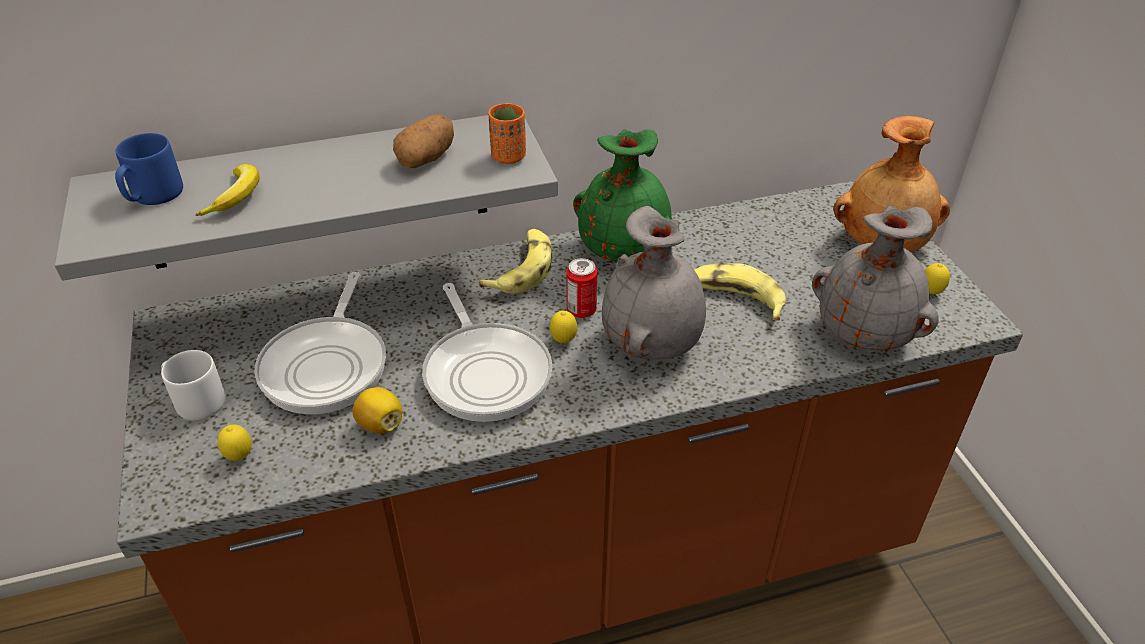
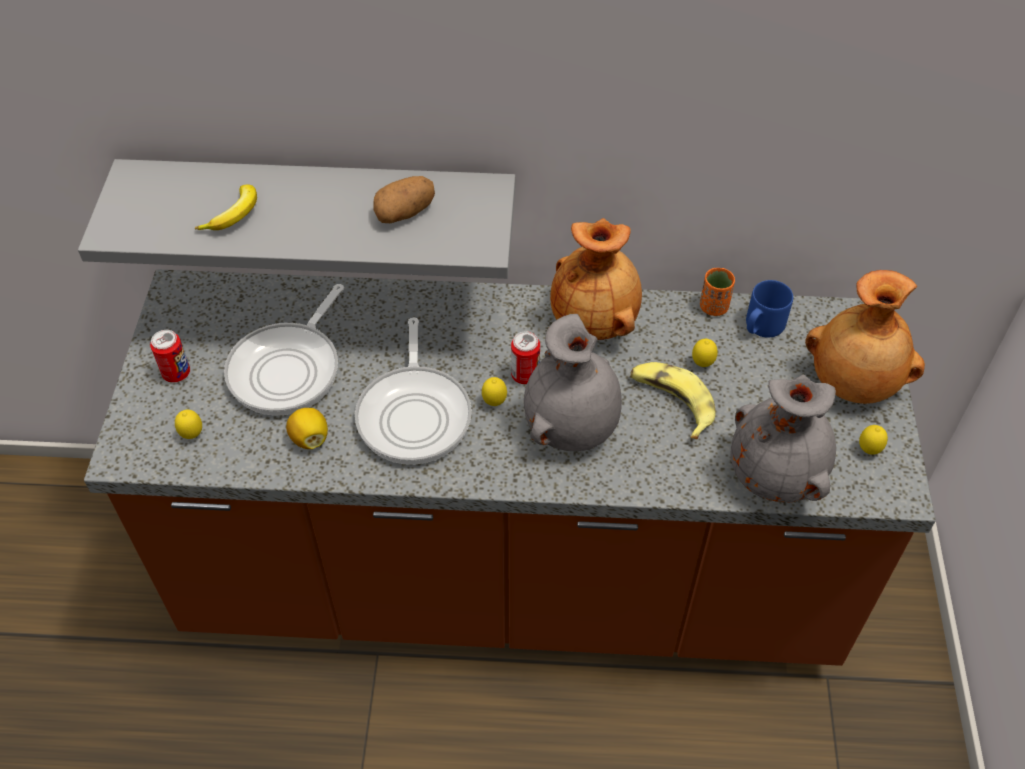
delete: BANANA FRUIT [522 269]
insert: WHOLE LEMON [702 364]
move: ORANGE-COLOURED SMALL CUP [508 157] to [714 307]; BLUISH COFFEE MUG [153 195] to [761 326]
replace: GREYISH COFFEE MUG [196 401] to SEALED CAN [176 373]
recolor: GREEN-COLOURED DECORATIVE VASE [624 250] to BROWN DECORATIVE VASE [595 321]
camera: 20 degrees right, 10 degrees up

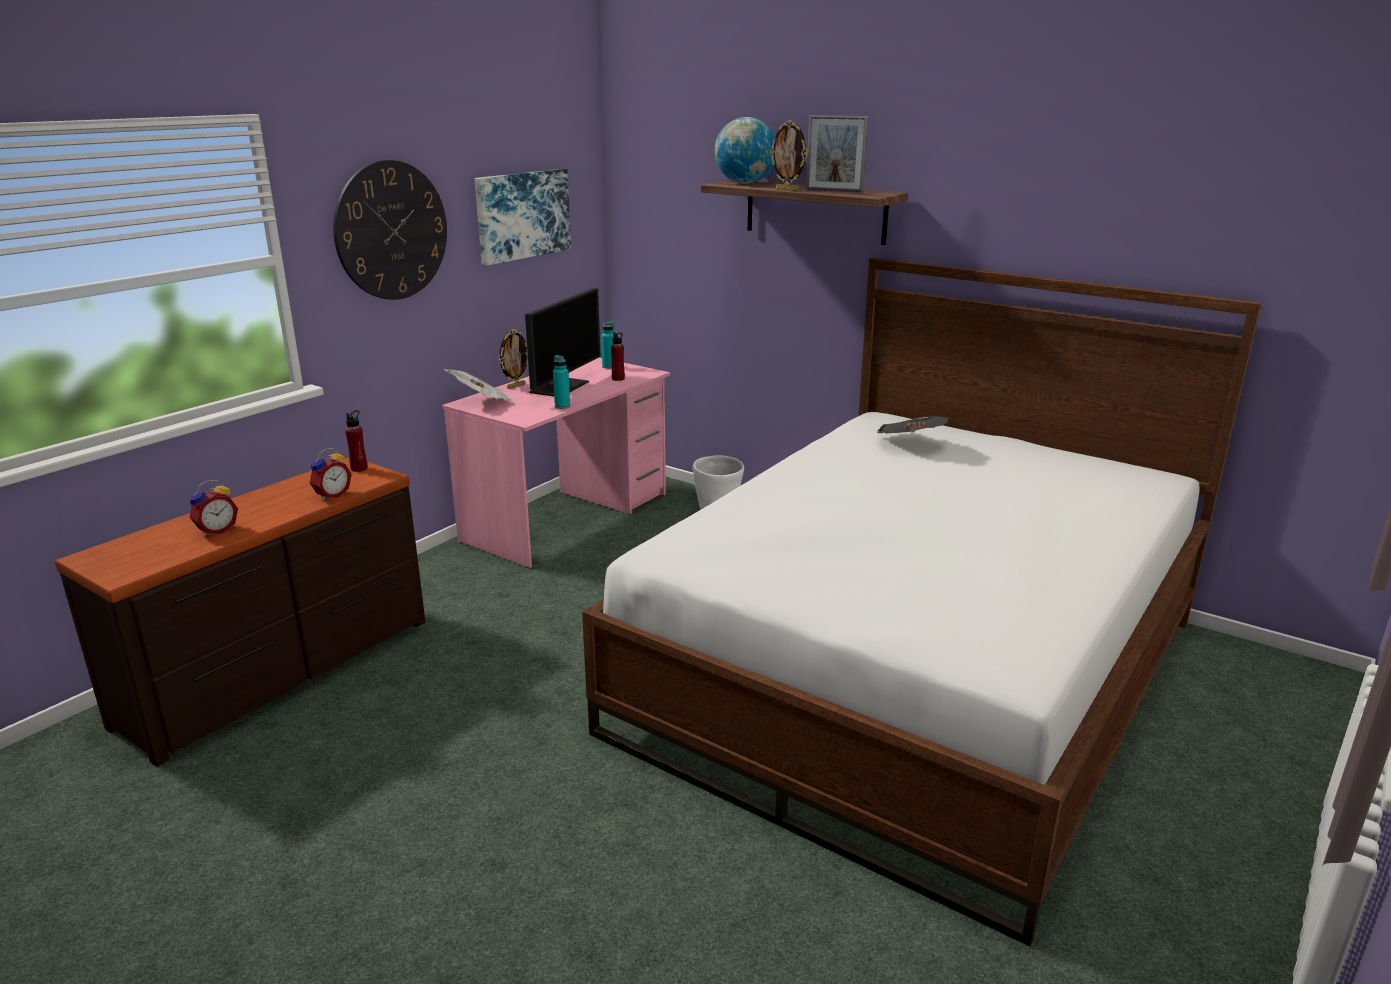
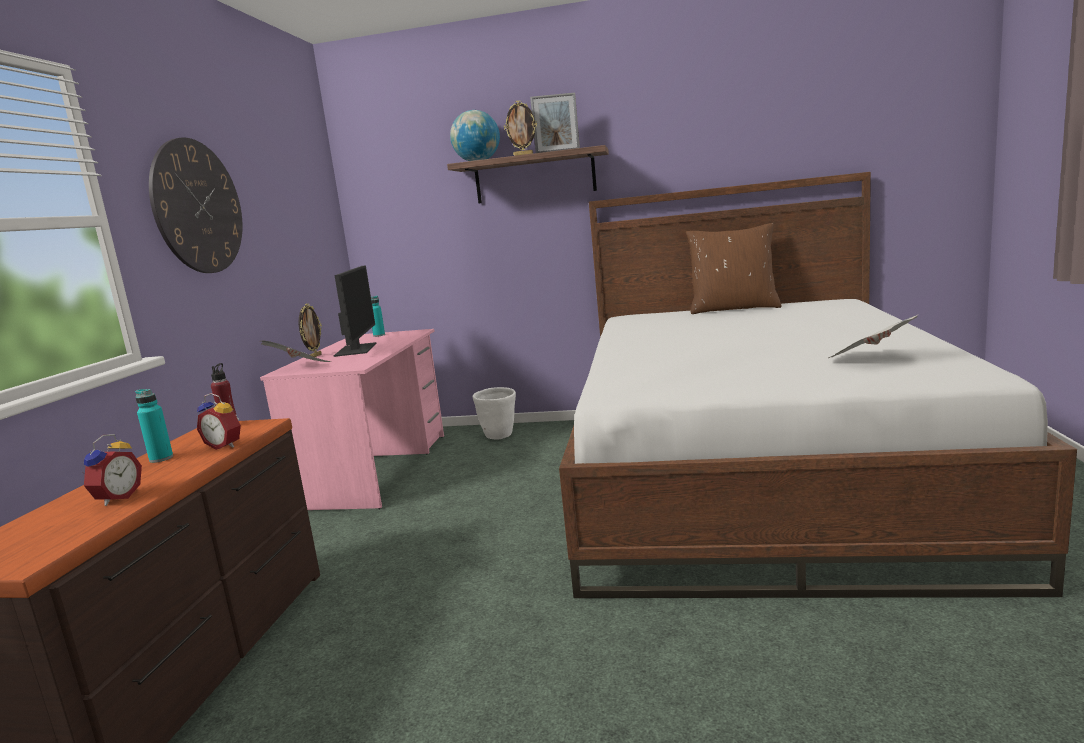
delete: WALL PICTURE [522 215]; REDDISH BOTTLE [618 379]
insert: BROWN THROW PILLOW [733 308]
move: BLUE-GREEN BOTTLE [562 406] to [161 458]; DAILY PAPER [910 444] to [870 360]
rotate: TABLE CLOCK [331 495] = [225 445] 105 degrees clockwise
camera: 25 degrees left, 10 degrees down

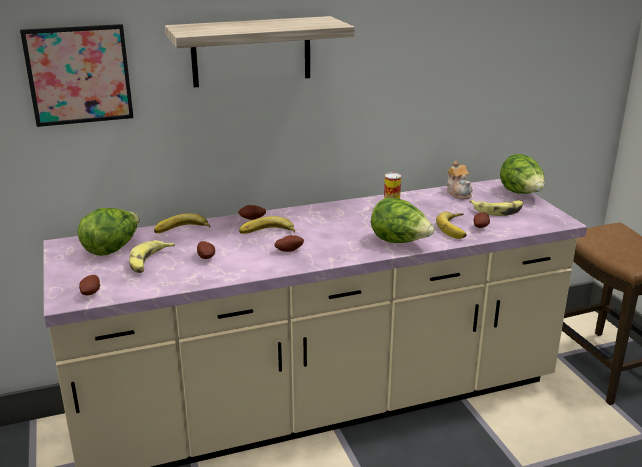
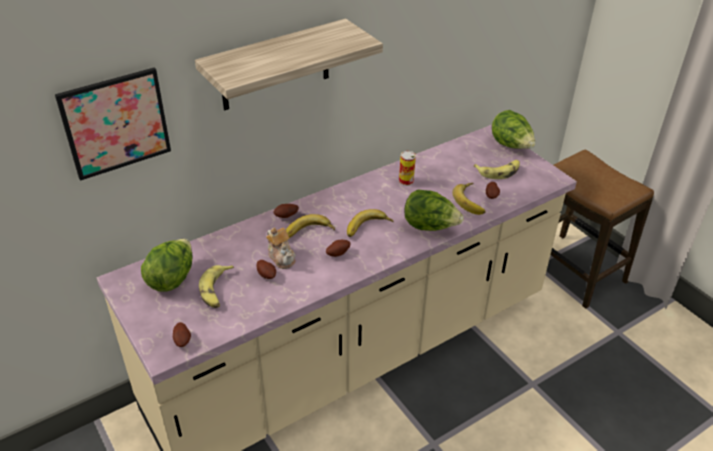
move: TEAPOT [459 193] to [281 257]; BANANA FRUIT [182 230] to [368 228]
camera: 15 degrees left, 15 degrees up

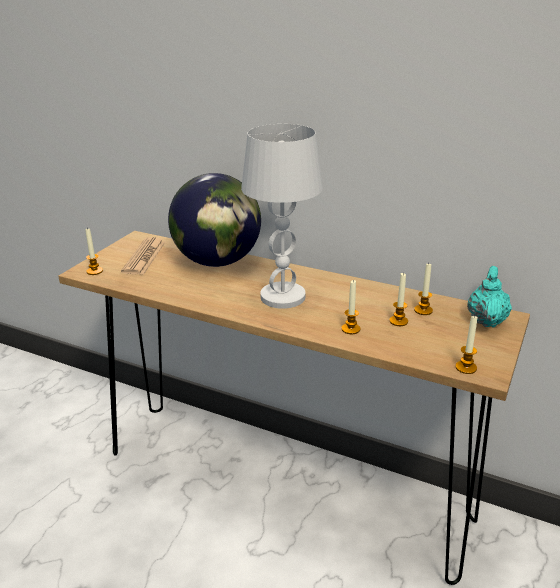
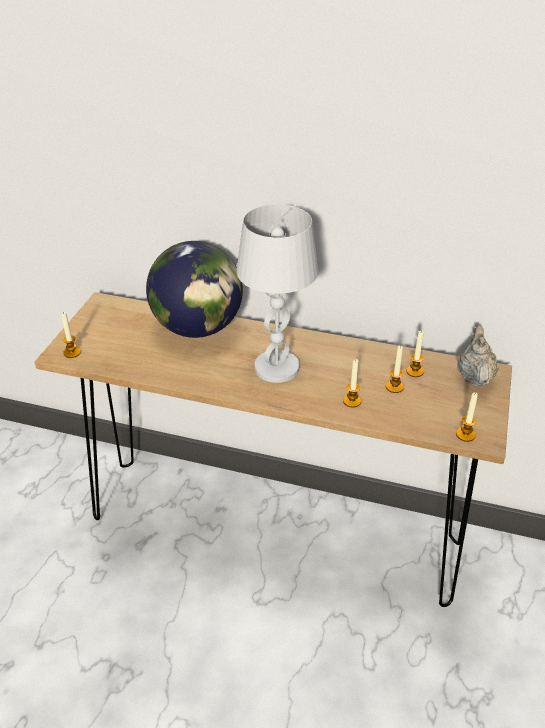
delete: DAILY PAPER [144 257]
recolor: BLUE-GREEN TEAPOT [486 320] to BEIGE TEAPOT [474 377]
camera: 10 degrees left, 10 degrees up

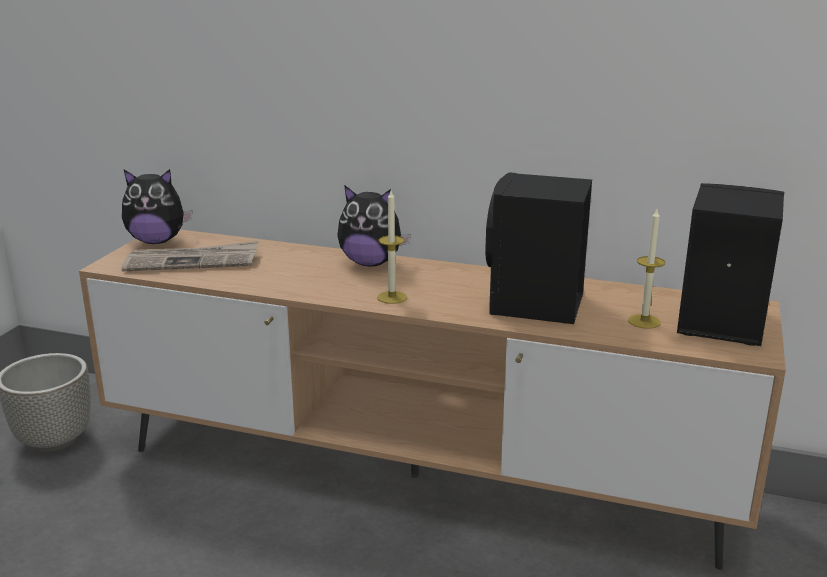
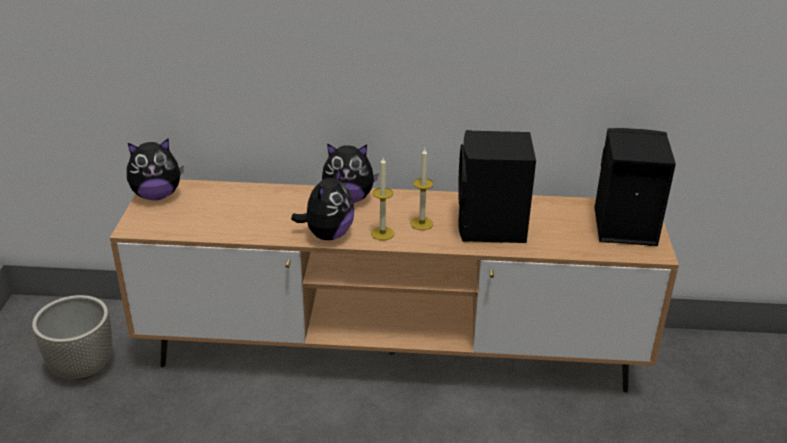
delete: DAILY PAPER [192 261]
insert: PLUSH TOY [327 235]
move: WAX CANDLE [644 321] to [421 223]
camera: 15 degrees left, 10 degrees up

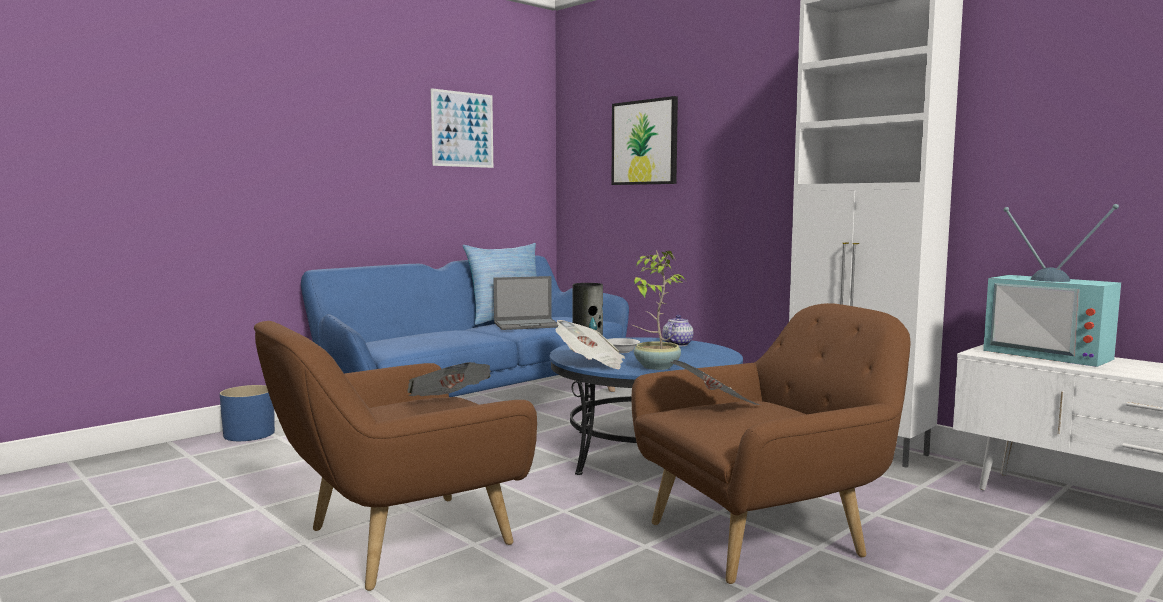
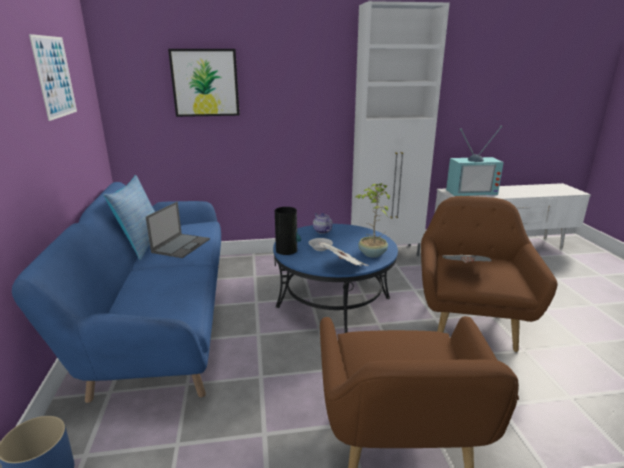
delete: DAILY PAPER [449 404]
camera: 55 degrees left, 15 degrees up

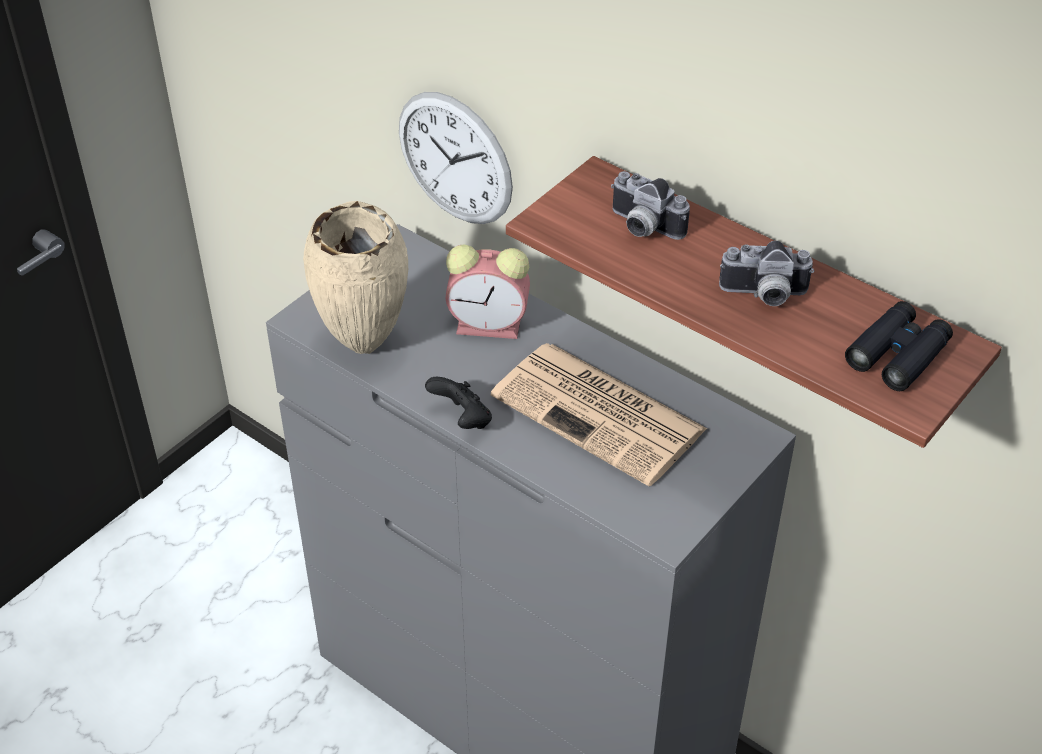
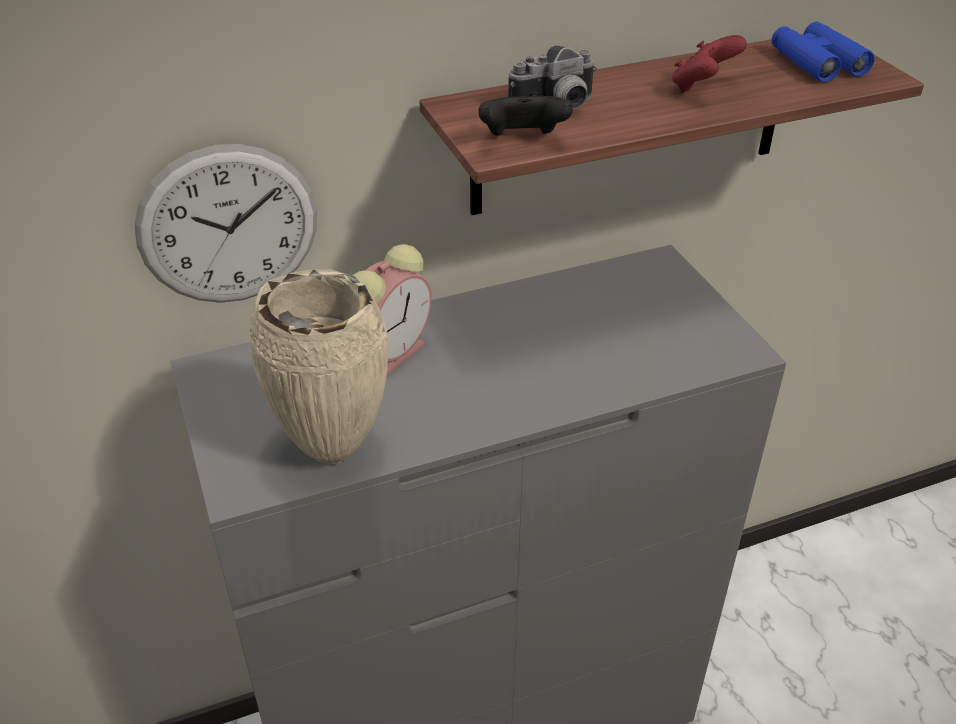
delete: DAILY PAPER [601 414]
move: BLACK-COLOURED JOYPAD [462 419] to [522 140]
replace: STILL CAMERA [764 296] to REDDISH JOYPAD [702 87]
recolor: BLACK-COLOURED BINOCULARS [897 354] to BLUISH BINOCULARS [817 62]
camera: 60 degrees left, 5 degrees down

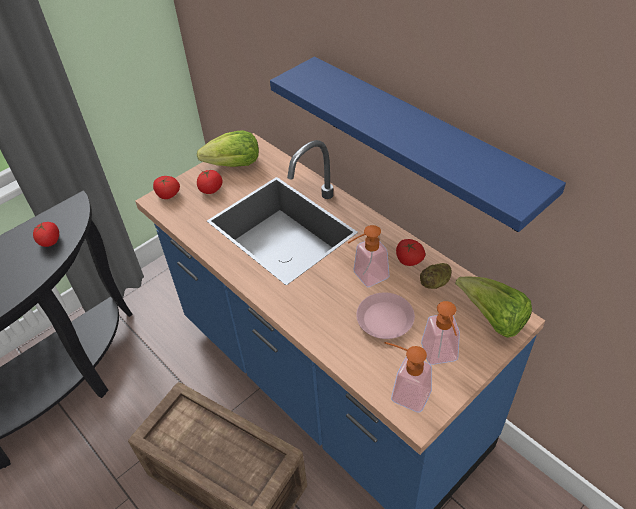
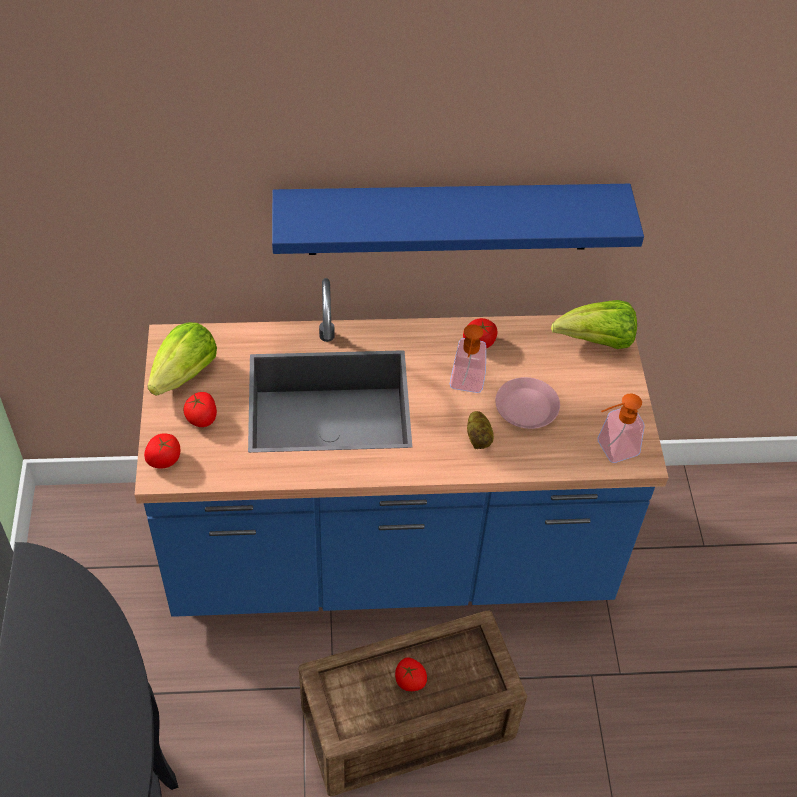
delete: SOAP DISPENSER [441 357]
move: WHOLE TOMATO [50 241] to [409 680]; SPUD [435 283] to [479 438]
camera: 55 degrees left, 5 degrees up

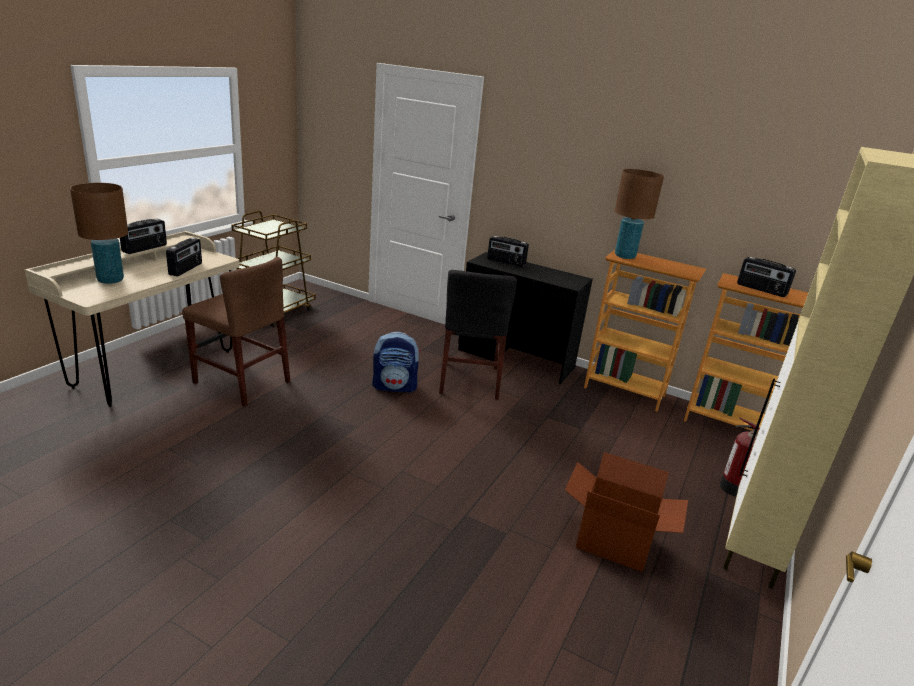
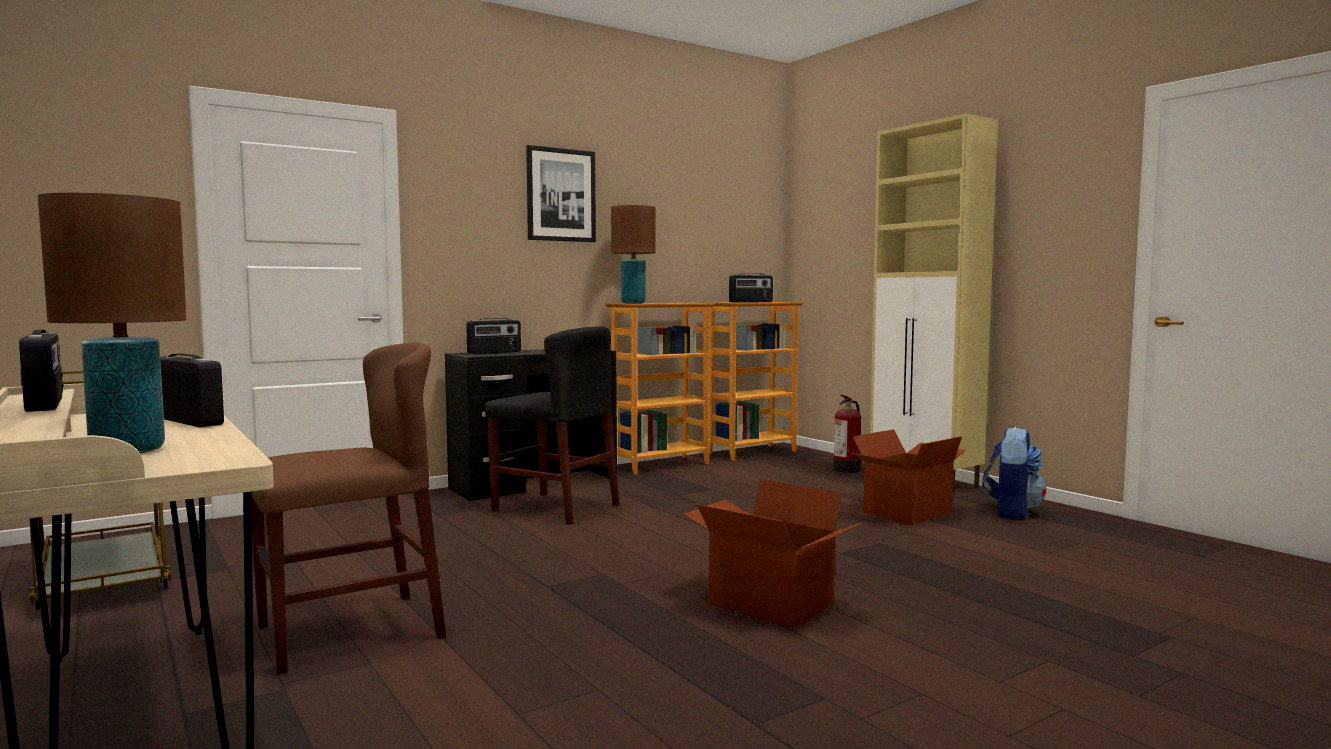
insert: WALL PICTURE [561 195]; CARDBOARD BOX [769 604]
move: KNAPSACK [395 387] to [1011 512]
camera: 60 degrees left, 20 degrees down

